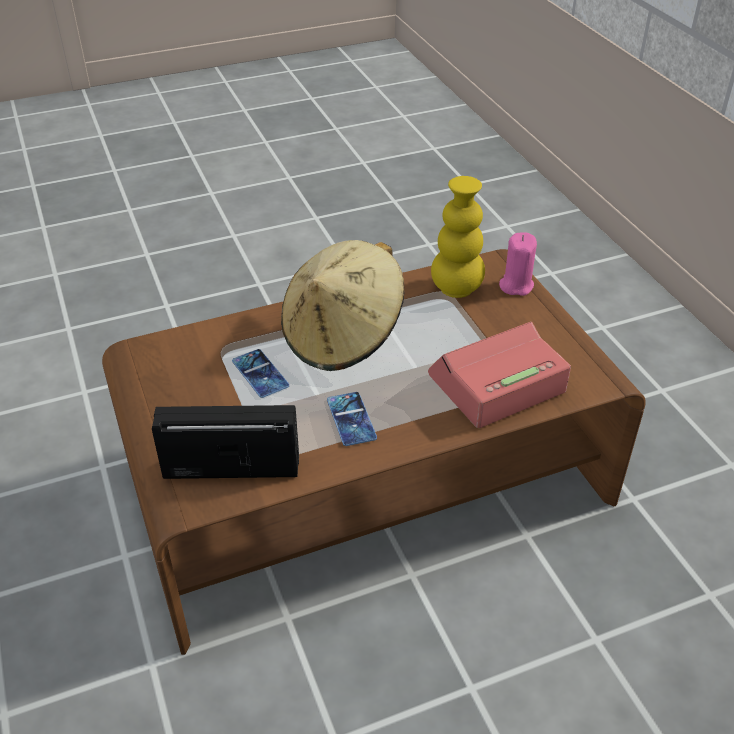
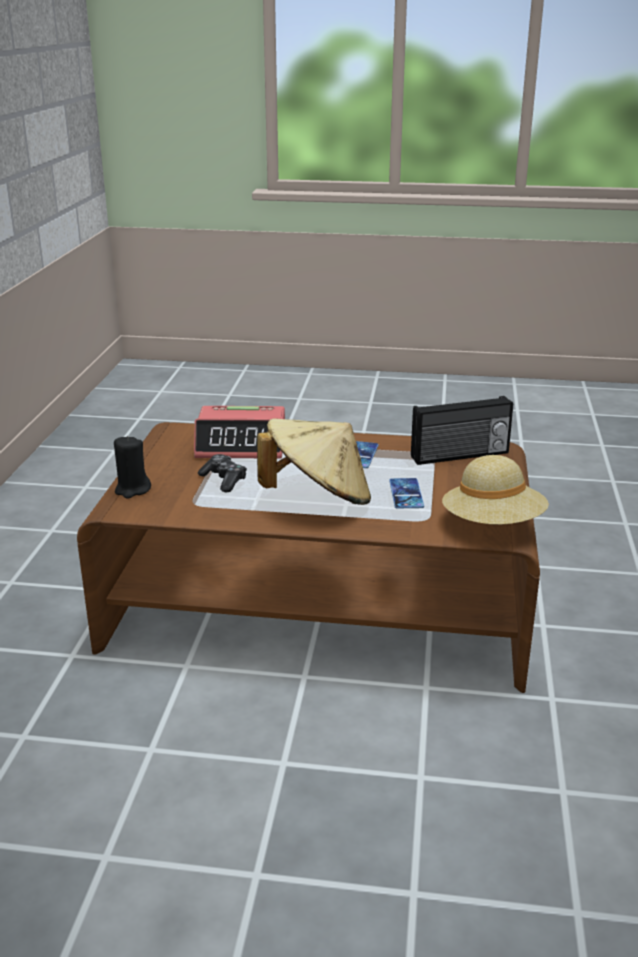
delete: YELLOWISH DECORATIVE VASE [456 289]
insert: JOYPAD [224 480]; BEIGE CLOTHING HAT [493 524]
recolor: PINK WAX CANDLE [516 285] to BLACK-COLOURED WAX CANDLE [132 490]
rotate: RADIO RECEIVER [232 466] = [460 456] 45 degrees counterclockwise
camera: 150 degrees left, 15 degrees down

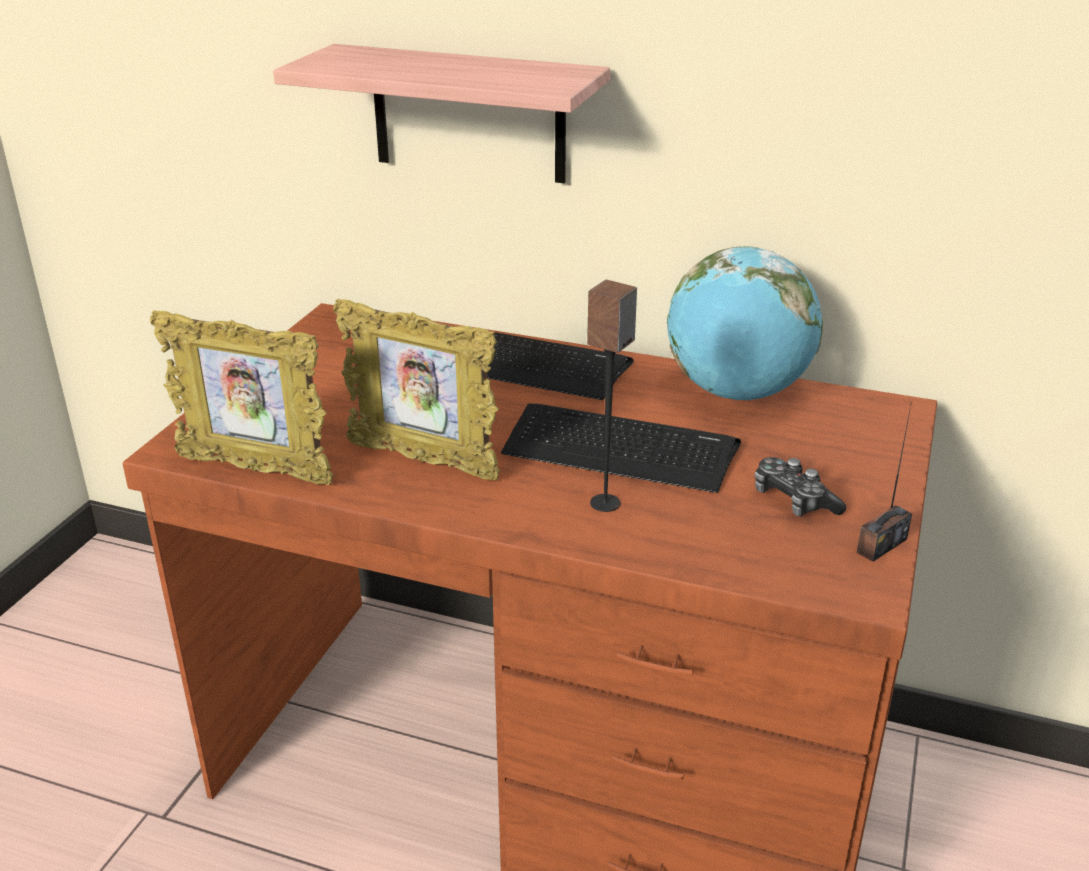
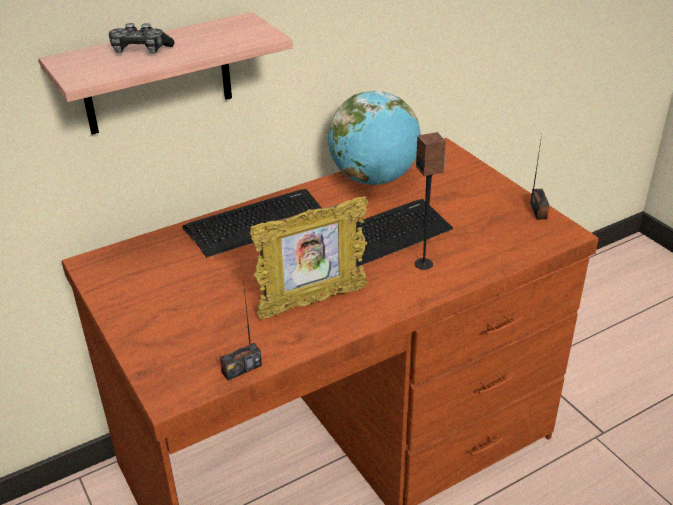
move: JOYPAD [793 500] to [140 51]
replace: PICTURE FRAME [256 470] to RADIO RECEIVER [241 369]
camera: 50 degrees left, 5 degrees up

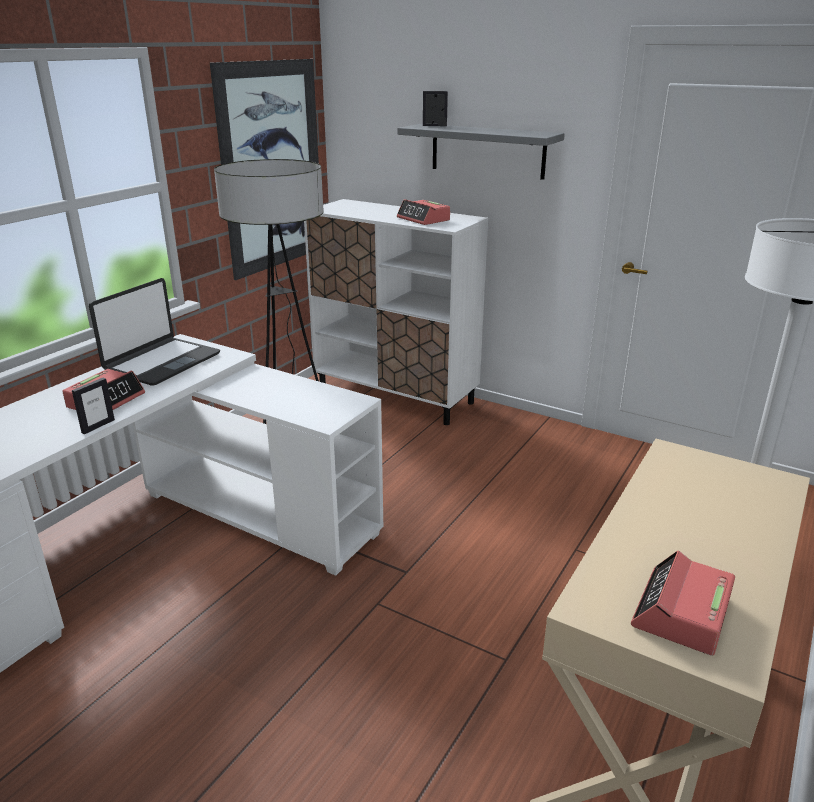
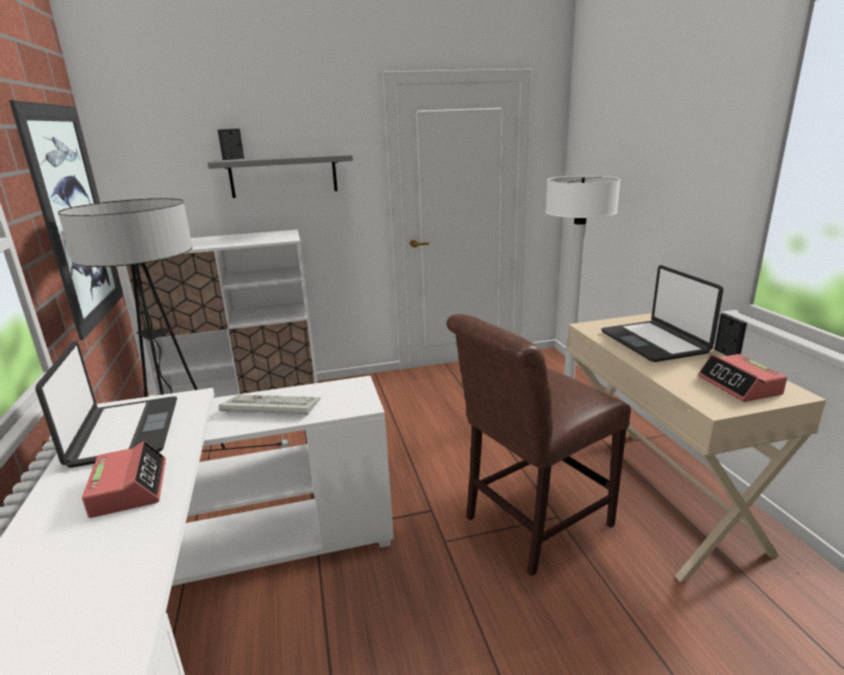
delete: TABLE CLOCK [423 219]
insert: COMPUTER KEYBOARD [268 408]; BROWN UPRIGHT CHAIR [531 524]; PORTABLE COMPUTER [654 342]
move: PICTURE FRAME [98 426] to [726 354]
camera: 45 degrees left, 5 degrees down

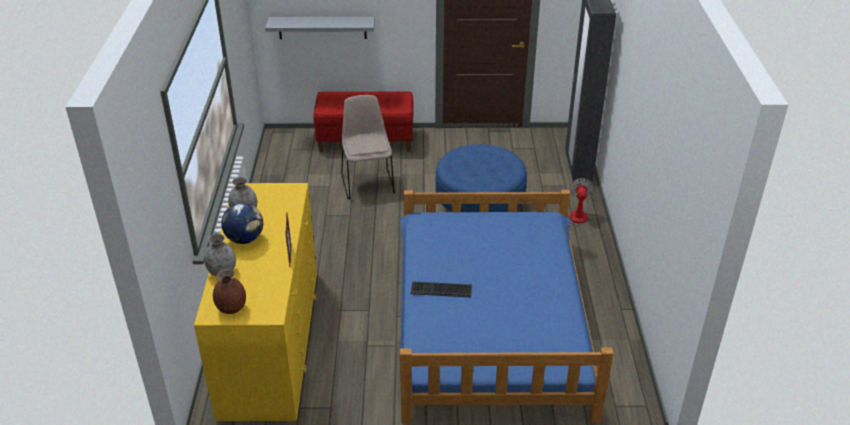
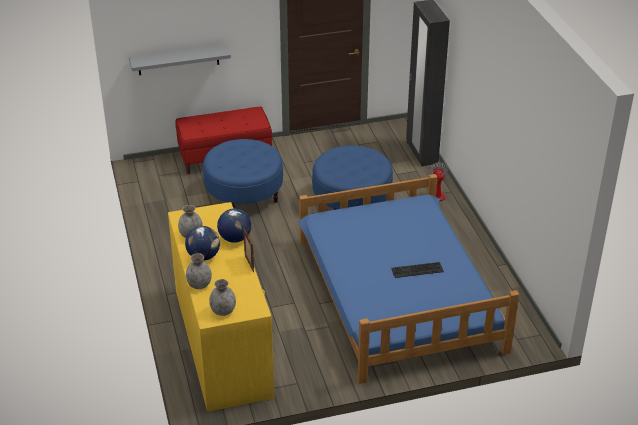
insert: GLOBE [235 238]
move: COMPUTER KEYBOARD [440 290] to [417 270]
replace: BEIGE UPRIGHT CHAIR [367 183] to BLUISH OTTOMAN [244 195]
recolor: BROWN DECORATIVE VASE [231 308] to GREYISH DECORATIVE VASE [223 311]
camera: 15 degrees left, 0 degrees up

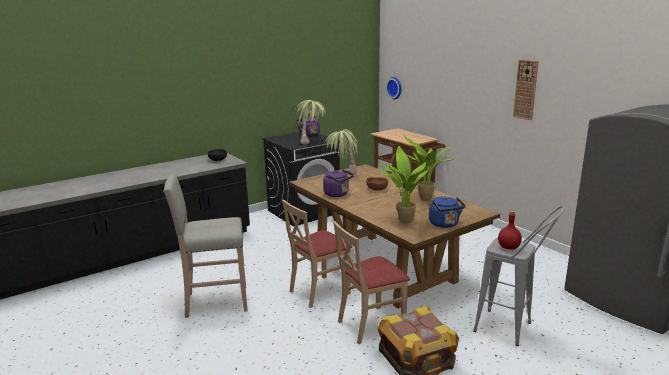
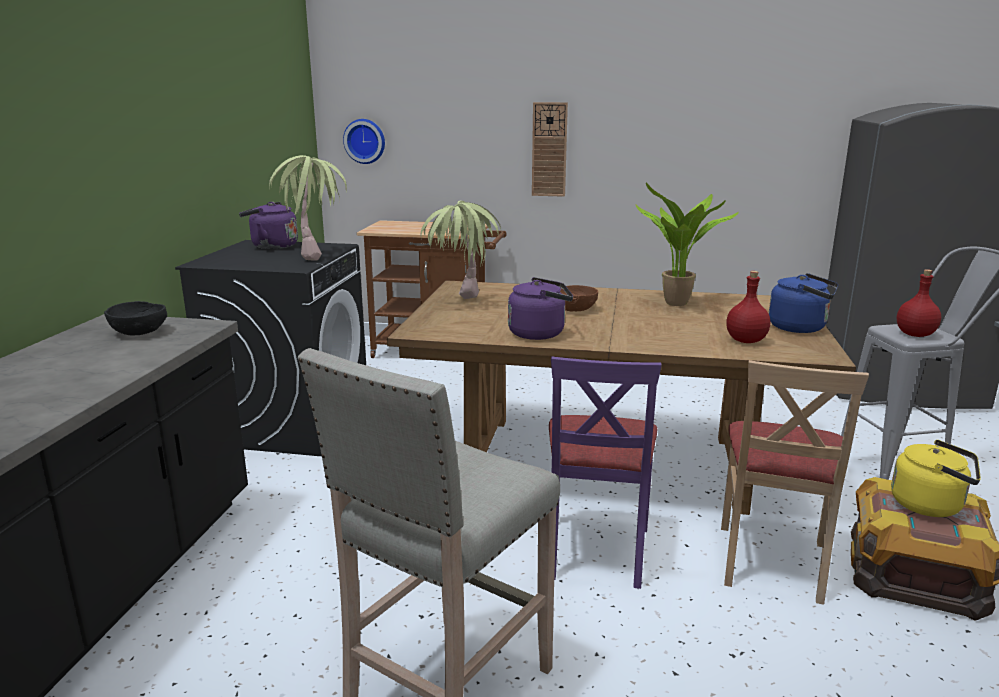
insert: YELLOWISH KETTLE [931 505]
move: HANGING CLOCK [525 89] to [549 149]
replace: POTTED PLANT [403 221] to REDDISH BOTTLE [746 341]
recolor: BEIGE UPRIGHT CHAIR [319 291] to PURPLISH UPRIGHT CHAIR [596 551]
camera: 45 degrees left, 0 degrees up

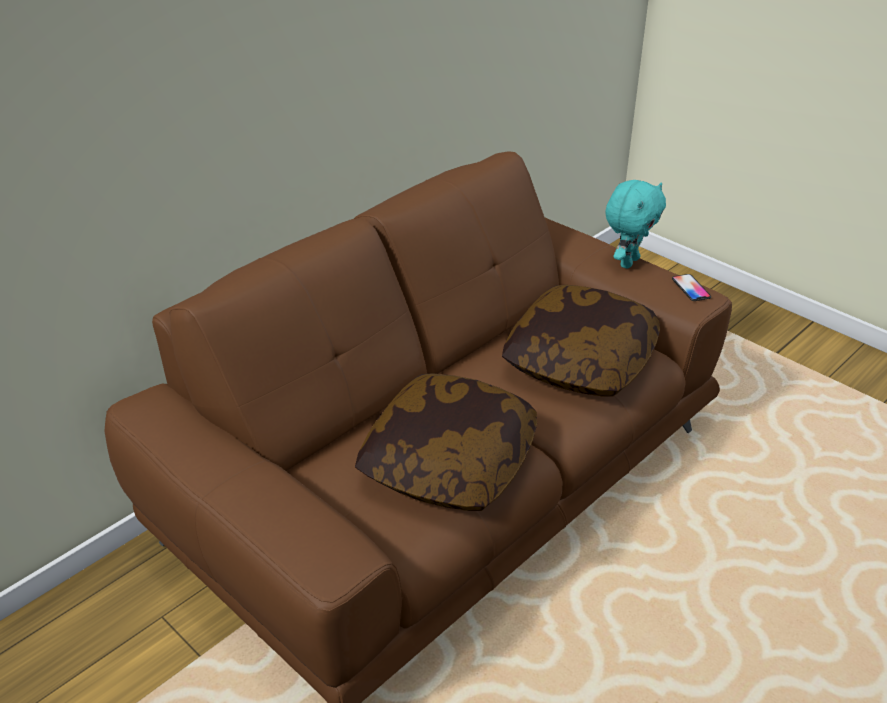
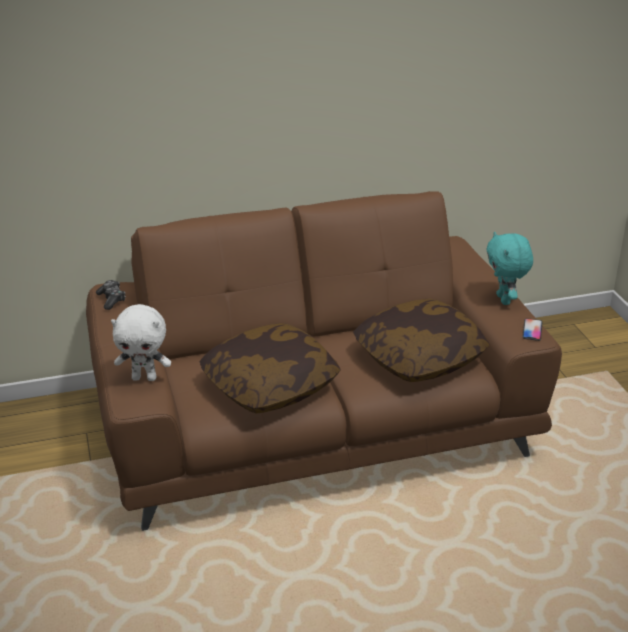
insert: JOYPAD [111 299]; WHITISH PLUSH TOY [145 378]
rotate: BLUE-GREEN PLUSH TOY [628 262] = [505 300] 105 degrees clockwise
camera: 30 degrees right, 5 degrees down

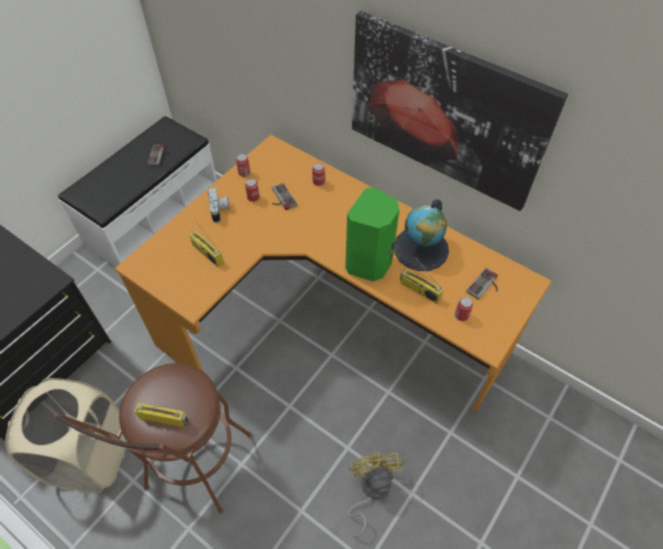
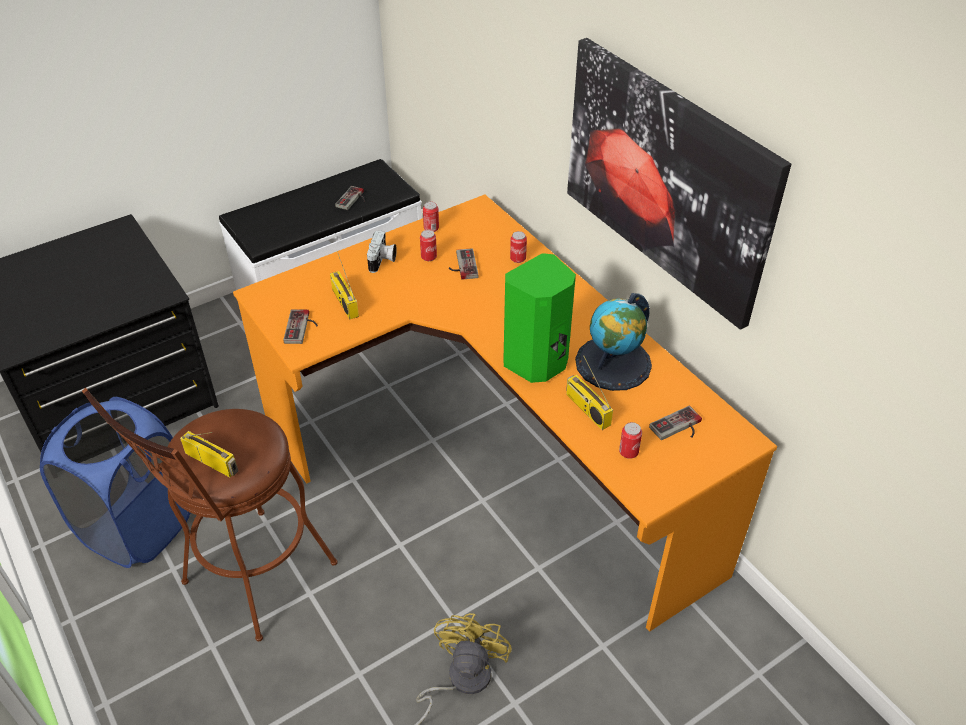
insert: JOYPAD [302 328]
recolor: BEIGE LAUNDRY BASKET [91 456] to BLUISH LAUNDRY BASKET [138 526]
camera: 20 degrees right, 10 degrees down

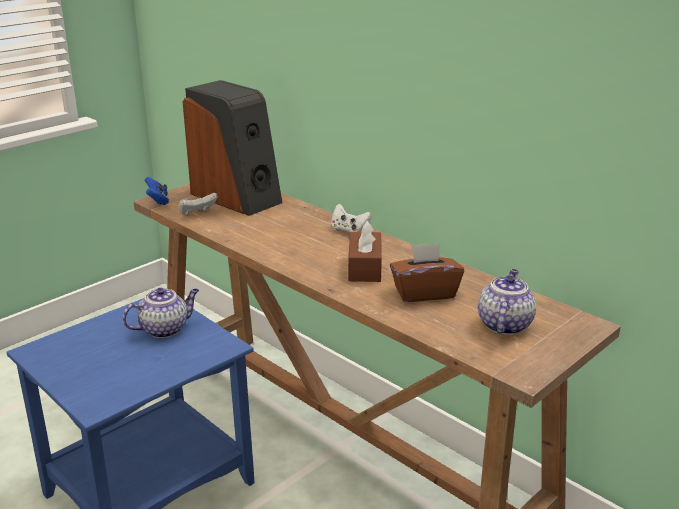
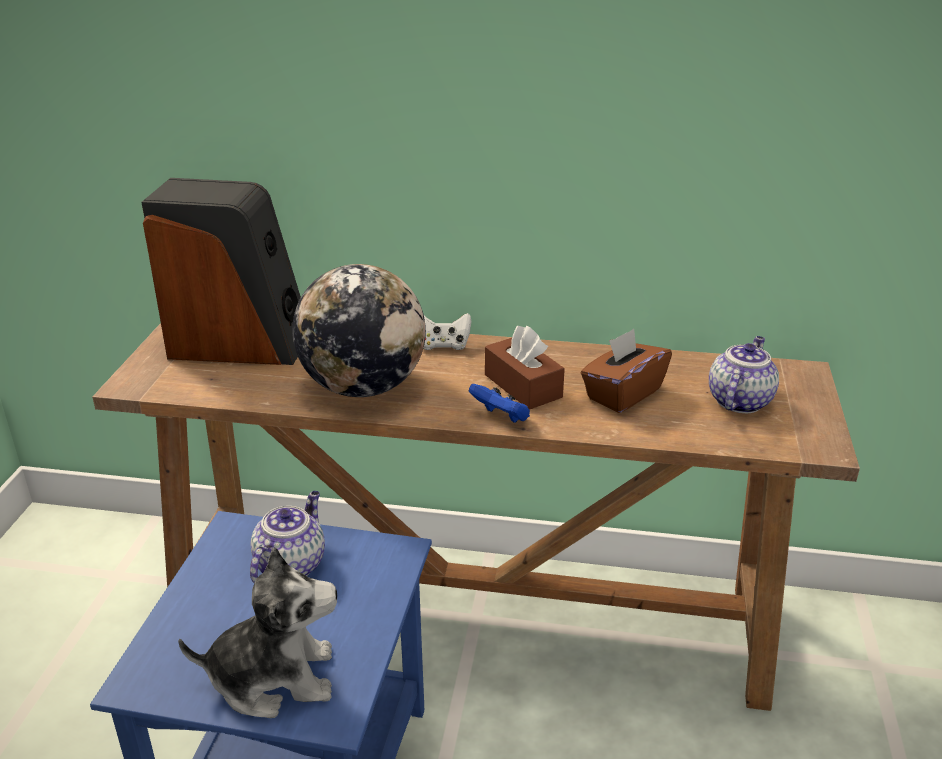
delete: WHITISH JOYPAD [197 214]
insert: PLUSH TOY [274 678]; GLOBE [363 387]
move: BLUISH JOYPAD [158 201] to [501 417]
rotate: TEAPOT [504 324] = [739 400] 45 degrees clockwise
camera: 35 degrees left, 5 degrees up

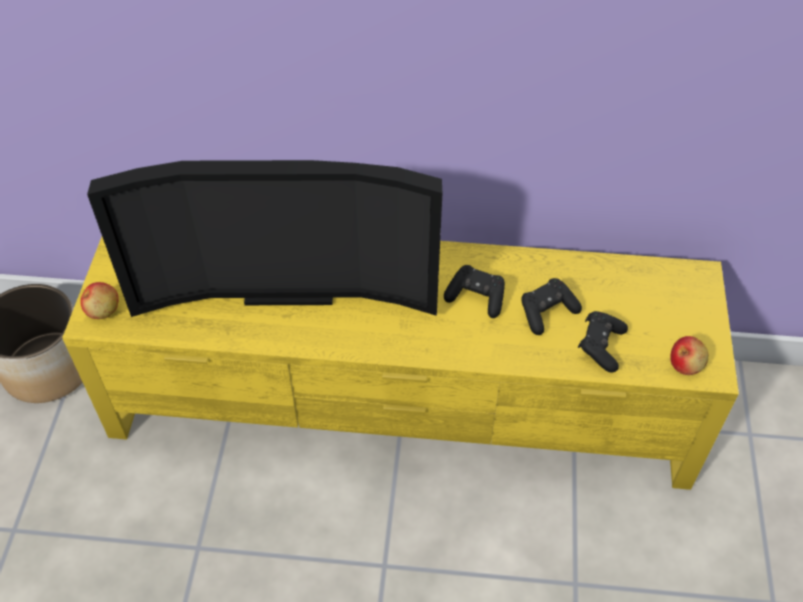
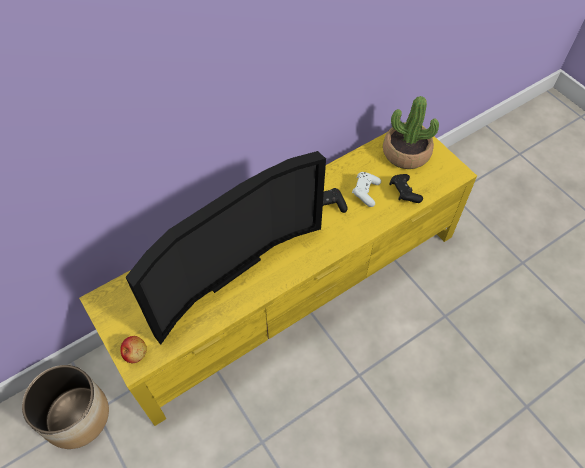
delete: APPLE [685 364]
insert: POTTED PLANT [406 153]
recolor: BLACK-COLOURED JOYPAD [547 312] to WHITISH JOYPAD [365 192]
camera: 40 degrees left, 5 degrees up

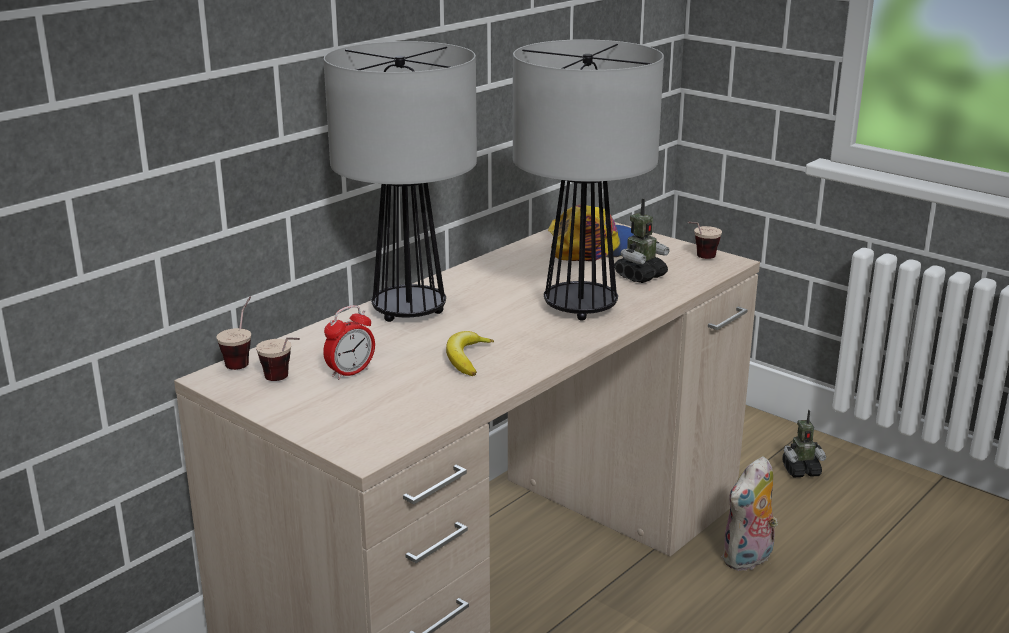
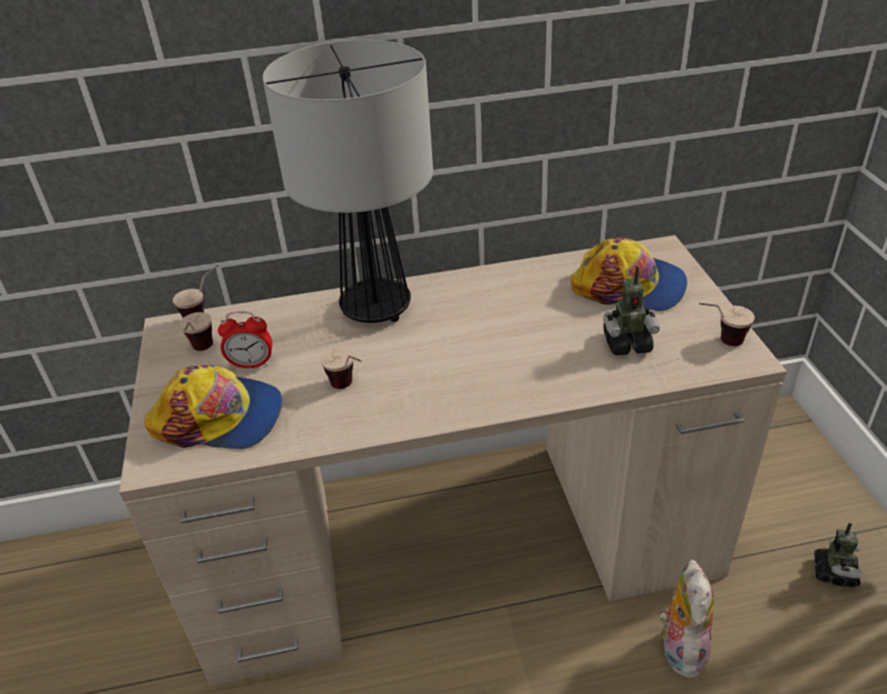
delete: TABLE LAMP [581 308]
insert: CAP [219 418]
replace: BANANA FRUIT [467 359] to SMALL CUP [349 388]
rotate: PLUSH TOY [748 559] = [679 647] 105 degrees clockwise; TOY ROBOT [801 470] = [834 572] 105 degrees counterclockwise
camera: 40 degrees right, 15 degrees up

